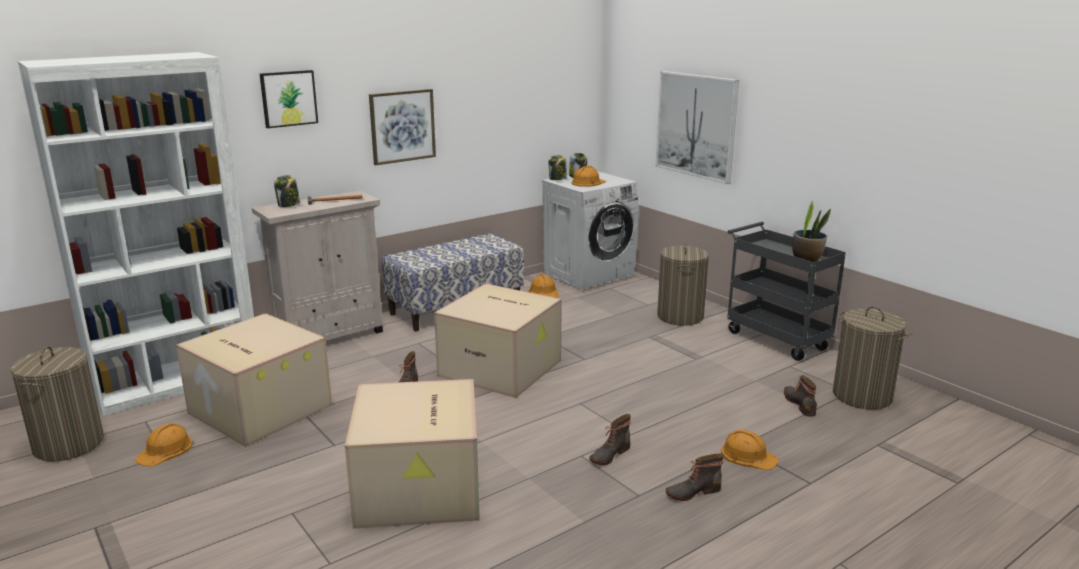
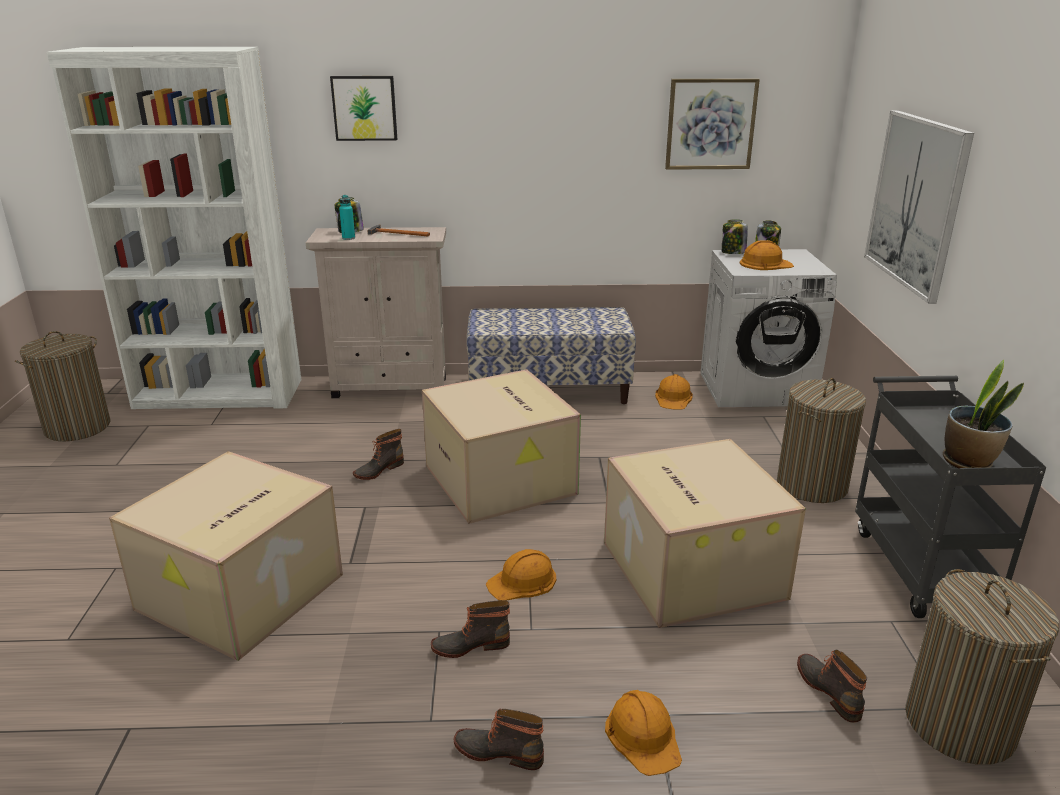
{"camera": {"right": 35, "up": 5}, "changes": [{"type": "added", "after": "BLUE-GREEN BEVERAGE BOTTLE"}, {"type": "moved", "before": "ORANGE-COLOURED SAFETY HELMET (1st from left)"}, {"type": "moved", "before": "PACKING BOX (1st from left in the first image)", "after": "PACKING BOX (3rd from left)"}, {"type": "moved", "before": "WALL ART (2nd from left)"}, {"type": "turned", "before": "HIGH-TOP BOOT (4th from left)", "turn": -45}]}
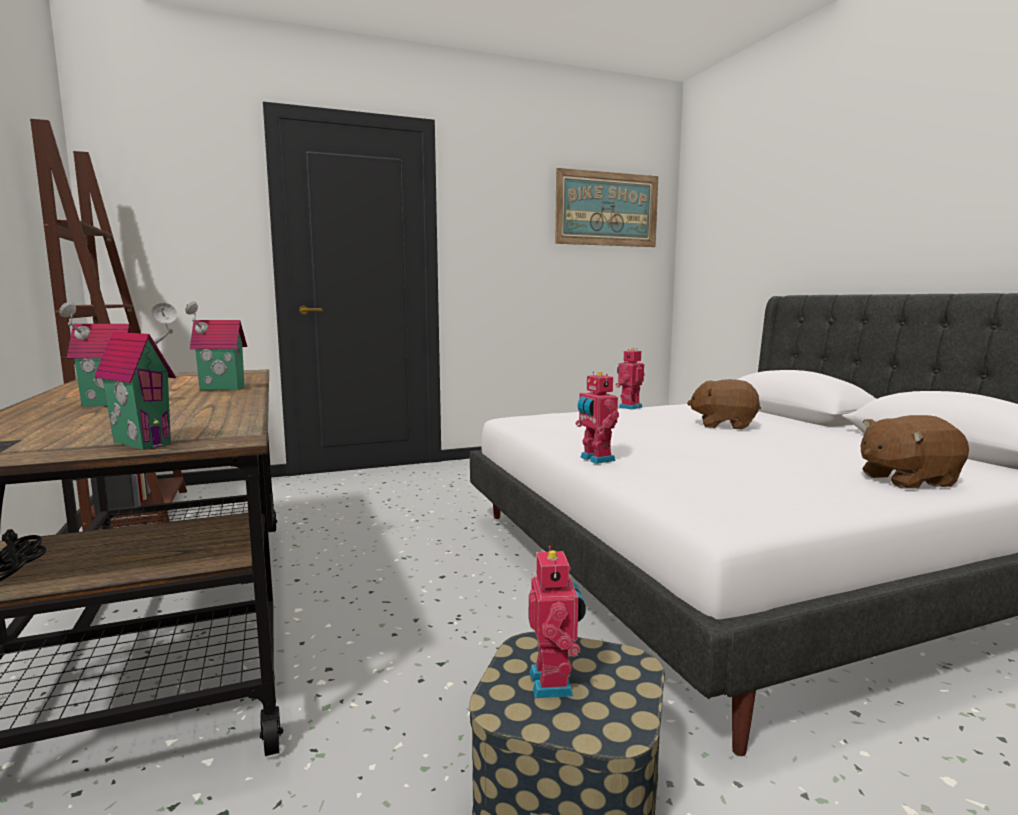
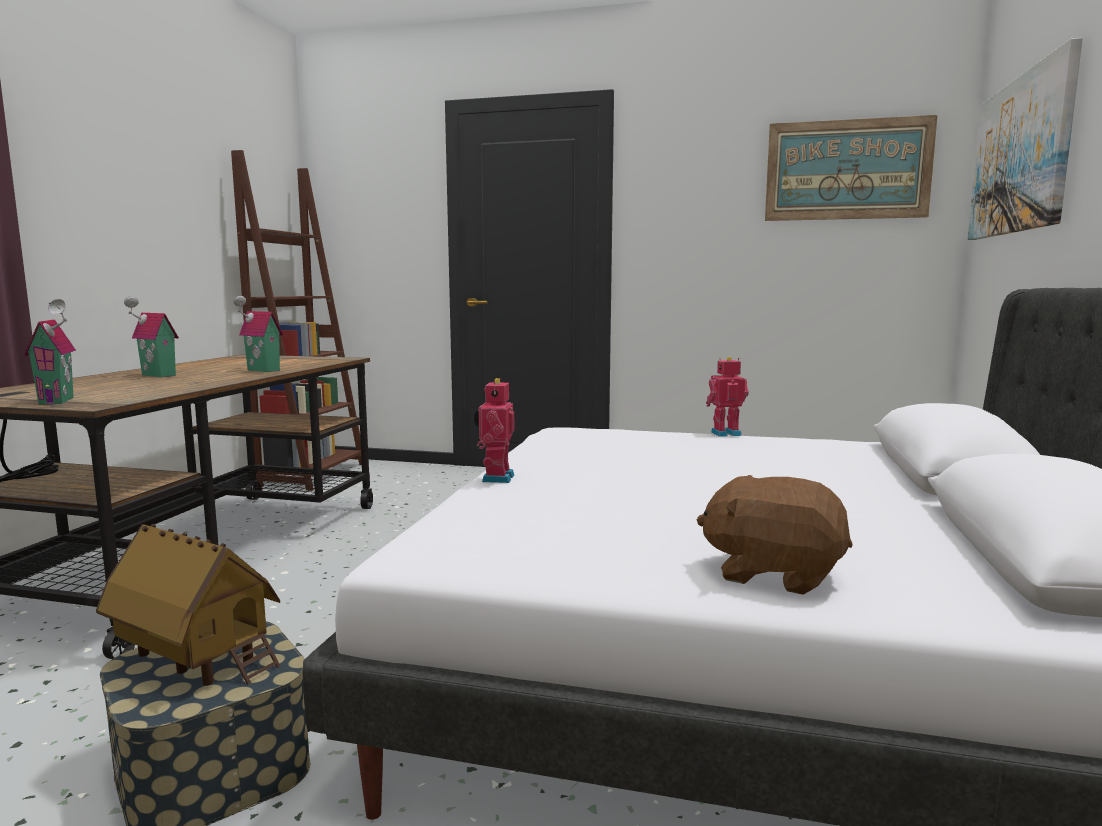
{"camera": {"right": 35, "up": 0}, "changes": [{"type": "replaced", "before": "ROBOT FIGURE (1st from left)", "after": "TOY HOUSE (3rd from left)"}, {"type": "added", "after": "WALL ART (2nd from left)"}, {"type": "removed", "before": "BROWN PLUSH TOY (1st from left)"}]}
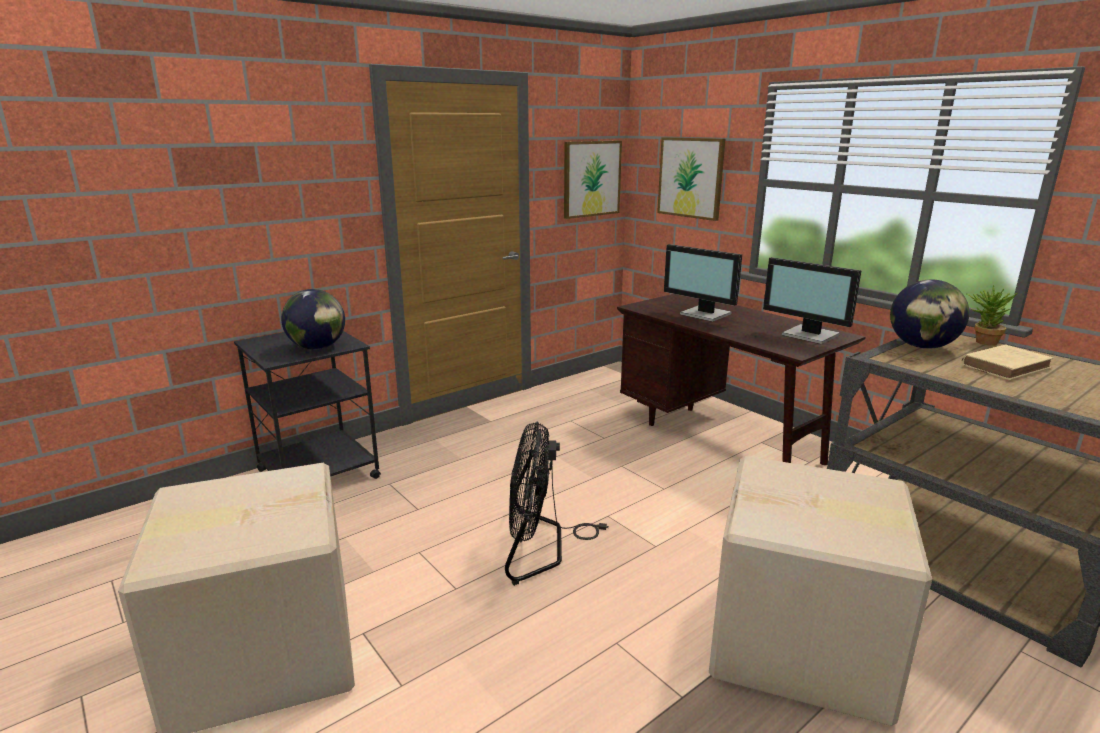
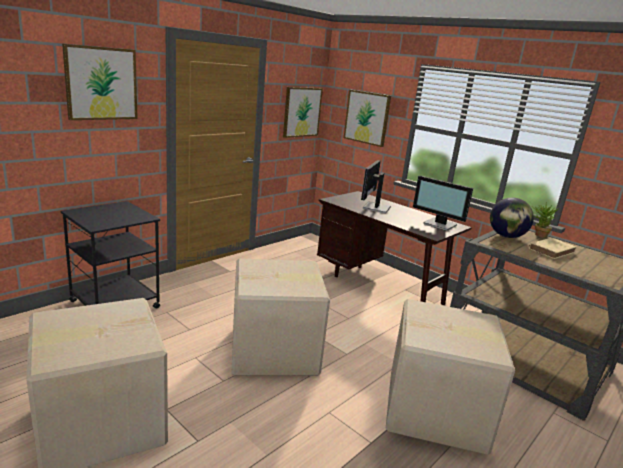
{"camera": {"right": -10, "up": 0}, "changes": [{"type": "added", "after": "WALL ART (1st from left)"}, {"type": "replaced", "before": "BLACK COOLING FAN", "after": "PACKING BOX (2nd from left)"}, {"type": "turned", "before": "MONITOR (1st from left)", "turn": 75}, {"type": "removed", "before": "GLOBE (1st from left)"}]}
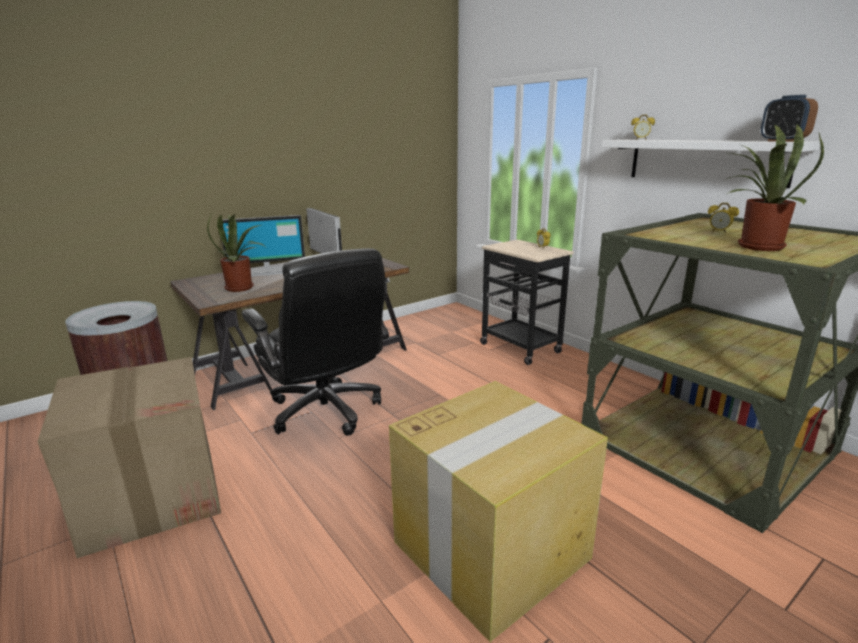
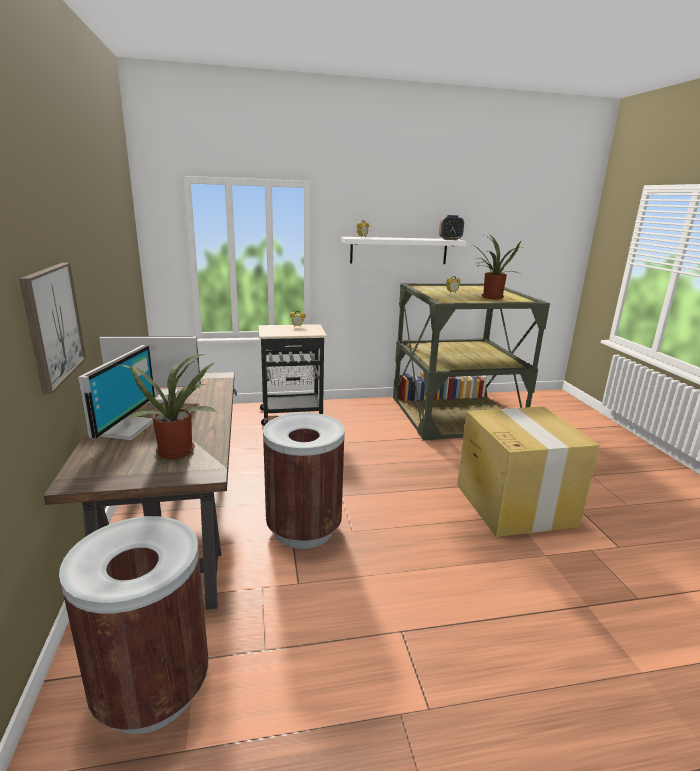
{"camera": {"right": -65, "up": 0}, "changes": [{"type": "added", "after": "WALL ART"}, {"type": "replaced", "before": "BLACK OFFICE CHAIR", "after": "BROWN RUBBISH BIN (2nd from left)"}, {"type": "removed", "before": "PACKING BOX (1st from left)"}]}
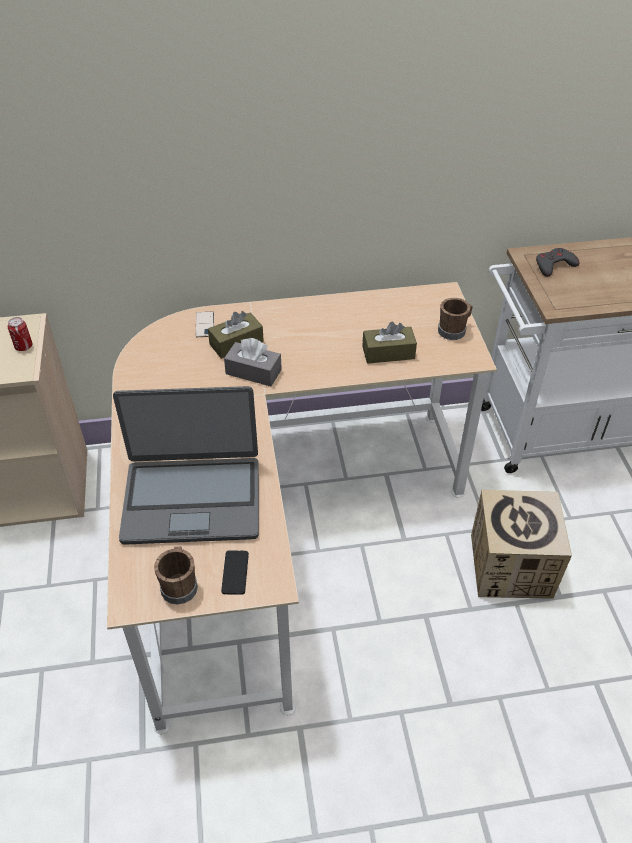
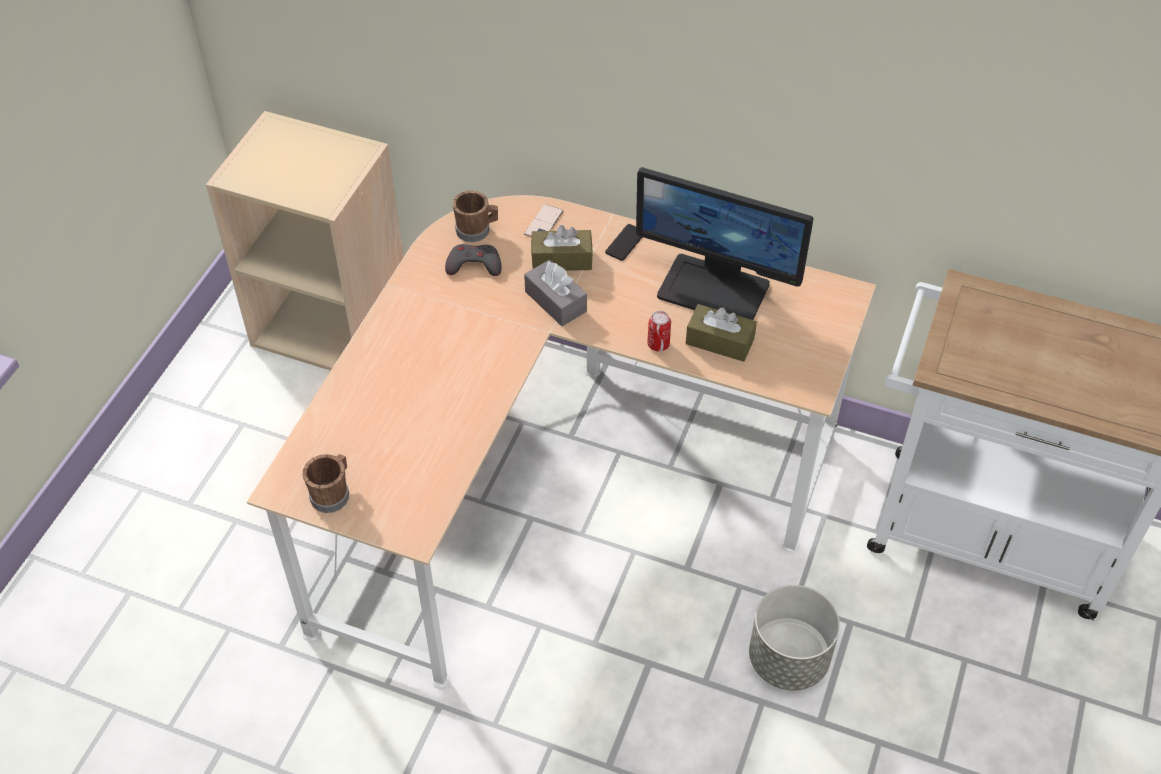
{"camera": {"right": 30, "up": 5}, "changes": [{"type": "moved", "before": "GRAY JOYPAD"}, {"type": "moved", "before": "BROWN COFFEE MUG (2nd from left)"}, {"type": "moved", "before": "HANDSET (2nd from left)"}, {"type": "added", "after": "MONITOR"}, {"type": "moved", "before": "METAL CAN"}, {"type": "replaced", "before": "PACKING BOX", "after": "GRAY PLANT POT"}, {"type": "removed", "before": "PORTABLE COMPUTER"}]}
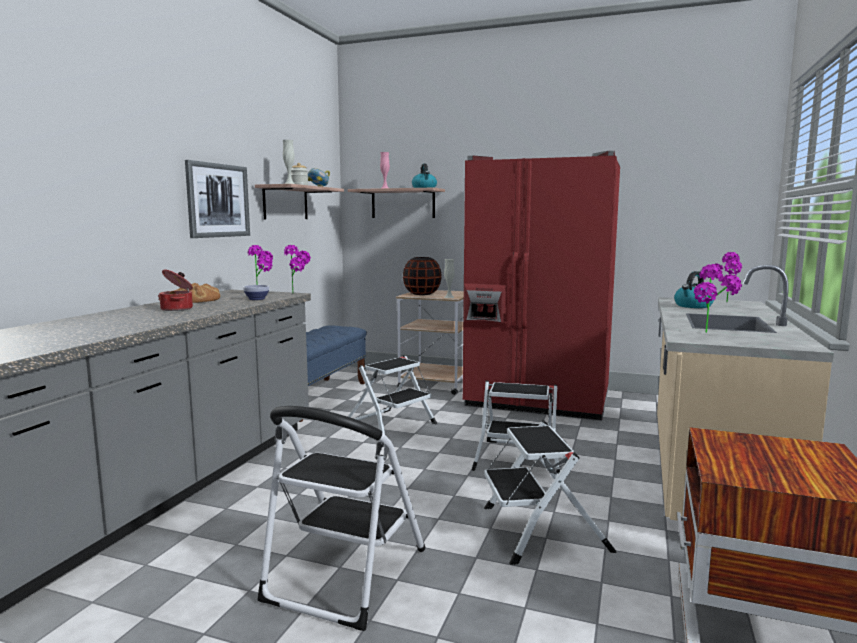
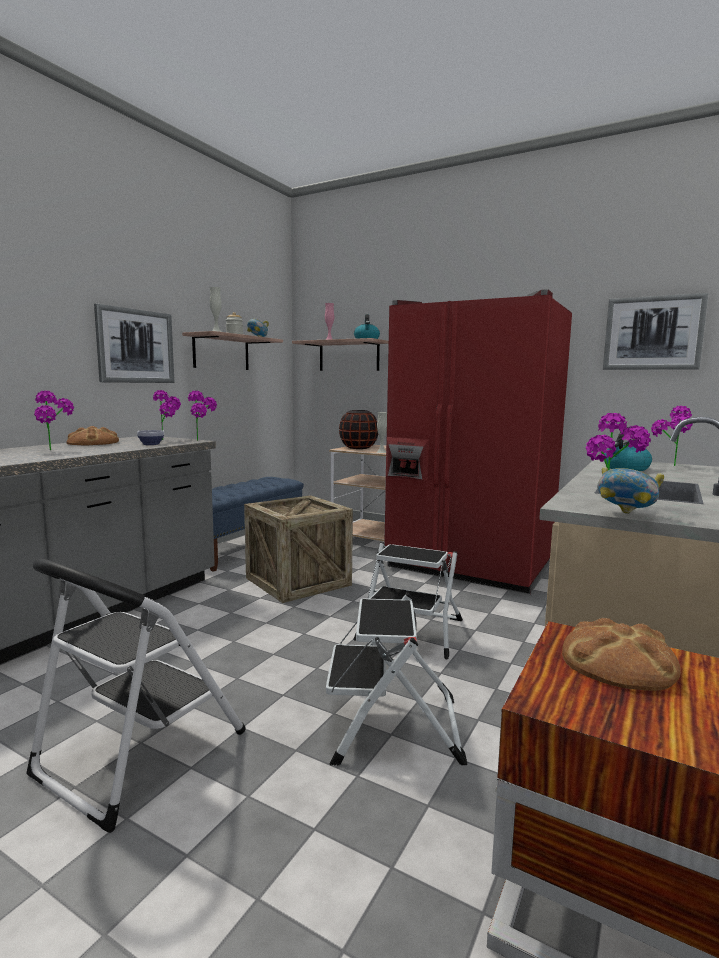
{"camera": {"right": 10, "up": 0}, "changes": [{"type": "replaced", "before": "STOCKPOT", "after": "PLANT IN A POT (1st from left)"}, {"type": "replaced", "before": "STEP STOOL (2nd from left)", "after": "PACKING CRATE"}, {"type": "added", "after": "BAKERY BREAD (2nd from left)"}, {"type": "added", "after": "SERVING BOWL (3rd from left)"}, {"type": "added", "after": "WALL ART (2nd from left)"}]}
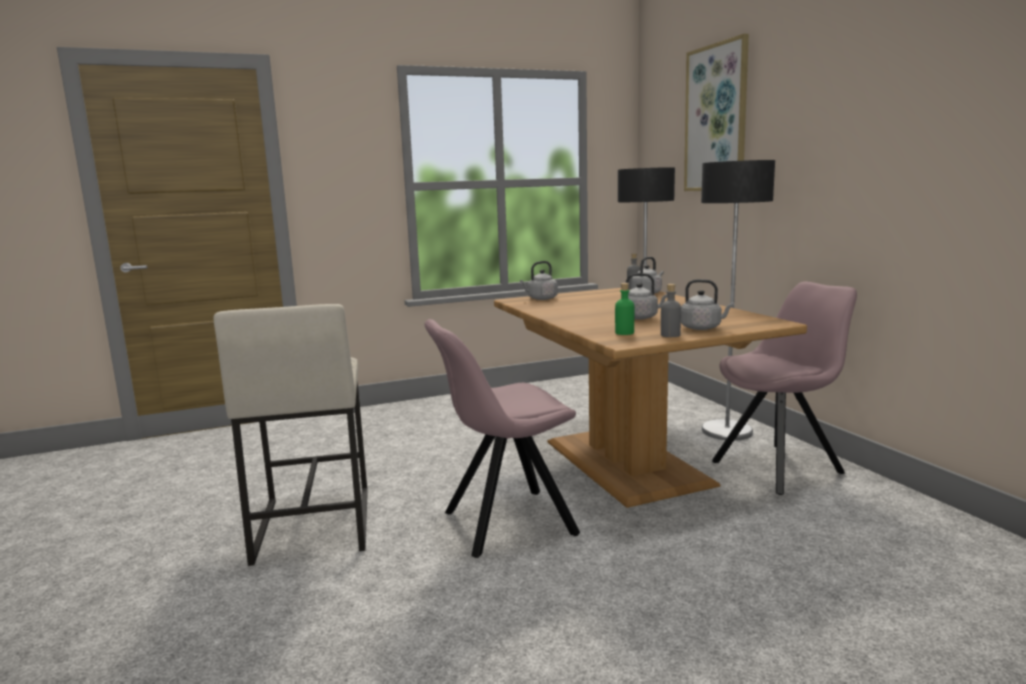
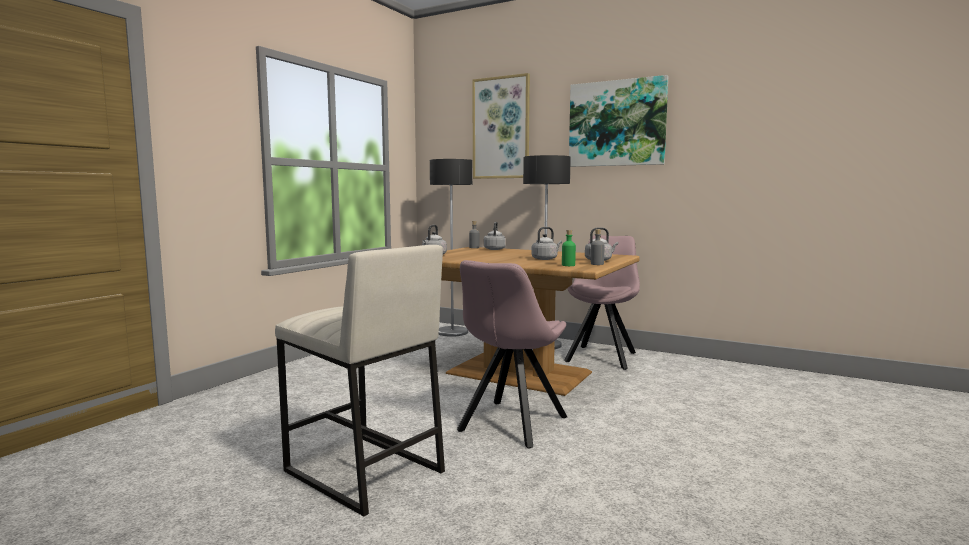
{"camera": {"right": -40, "up": -5}, "changes": [{"type": "added", "after": "WALL ART (2nd from left)"}]}
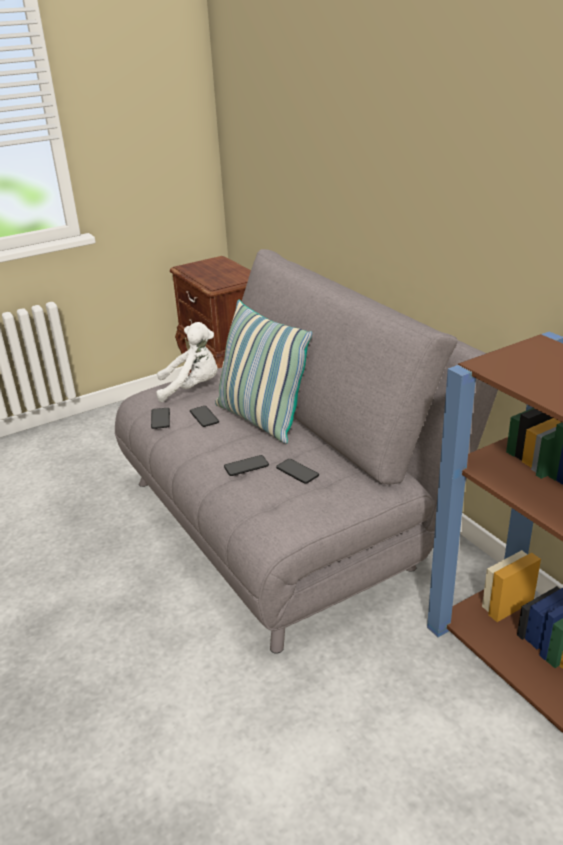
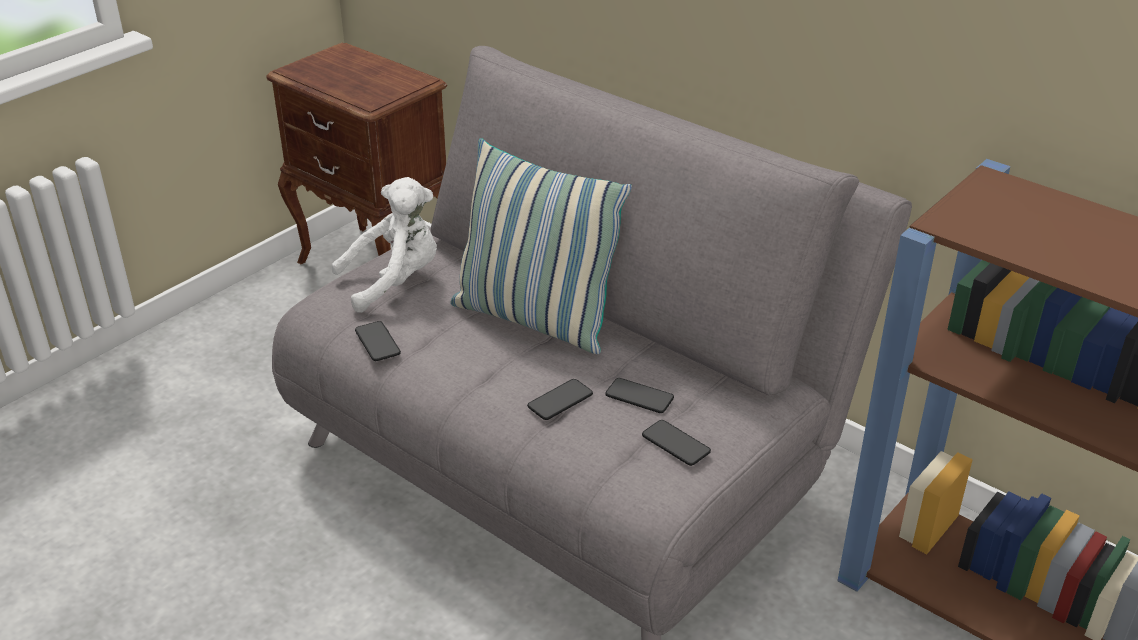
{"camera": {"right": -20, "up": 5}, "changes": [{"type": "moved", "before": "HANDSET (2nd from left in the first image)", "after": "HANDSET (4th from left)"}]}
